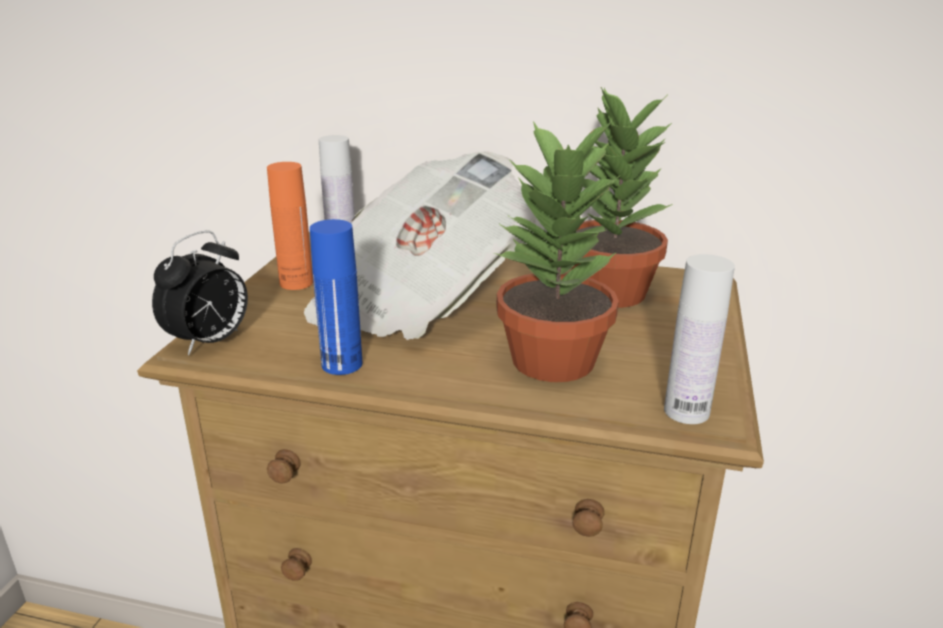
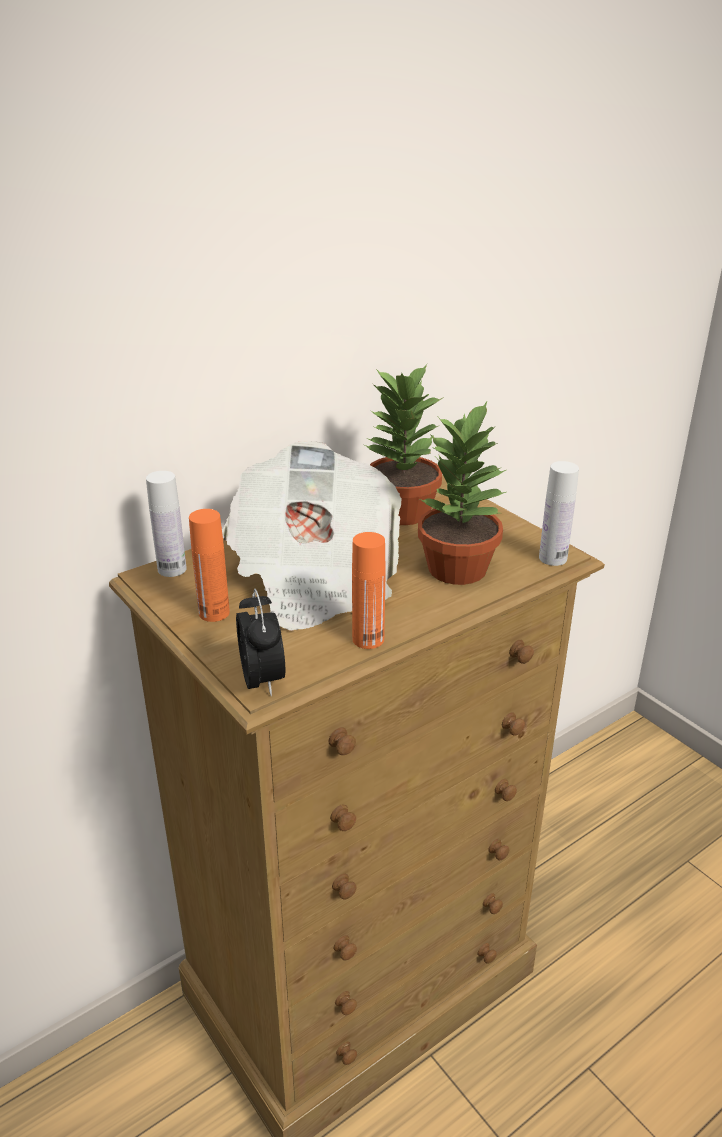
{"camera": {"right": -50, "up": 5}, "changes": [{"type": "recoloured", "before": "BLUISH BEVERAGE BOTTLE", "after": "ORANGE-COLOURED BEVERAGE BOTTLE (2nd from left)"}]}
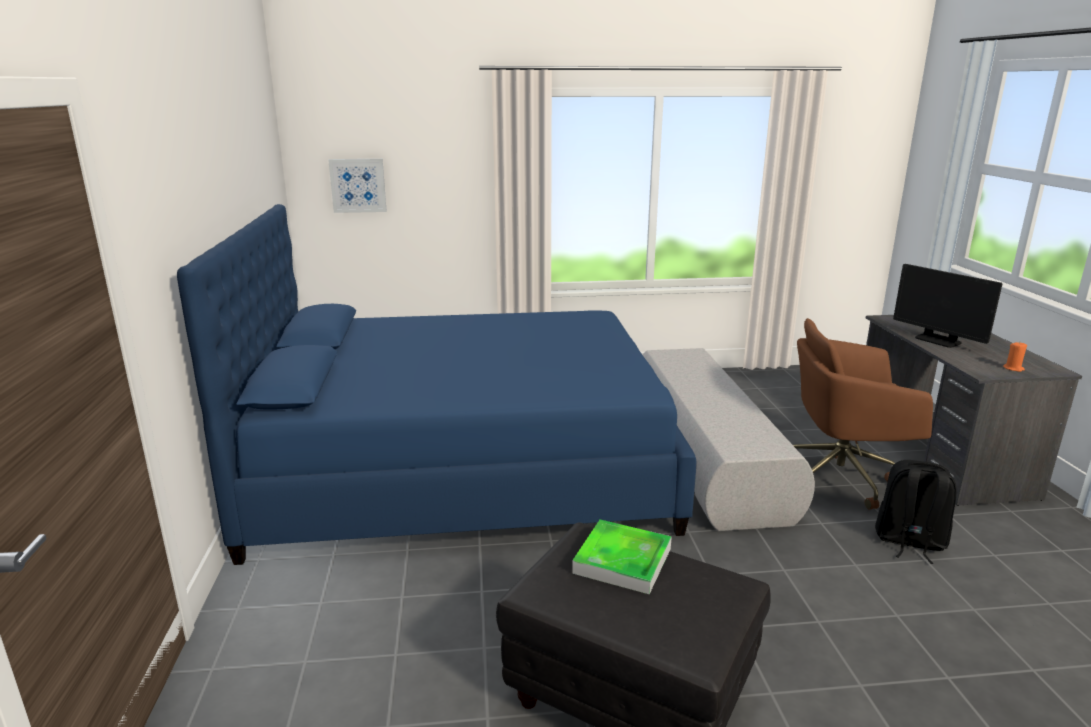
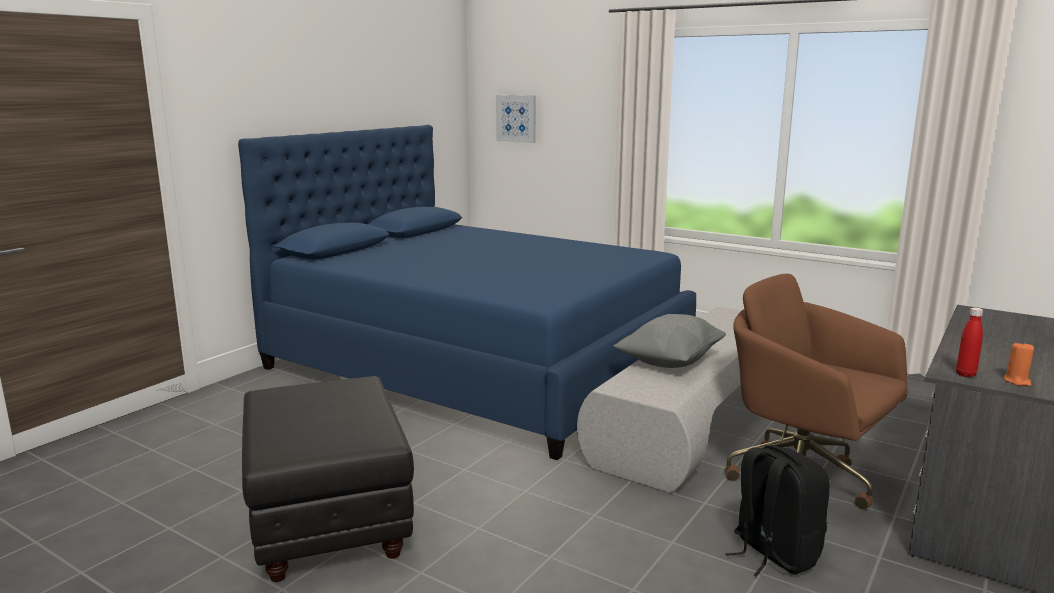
{"camera": {"right": 40, "up": -5}, "changes": [{"type": "added", "after": "GRAY PILLOW"}, {"type": "added", "after": "RED BEVERAGE BOTTLE"}, {"type": "removed", "before": "TRAY"}, {"type": "removed", "before": "MONITOR"}]}
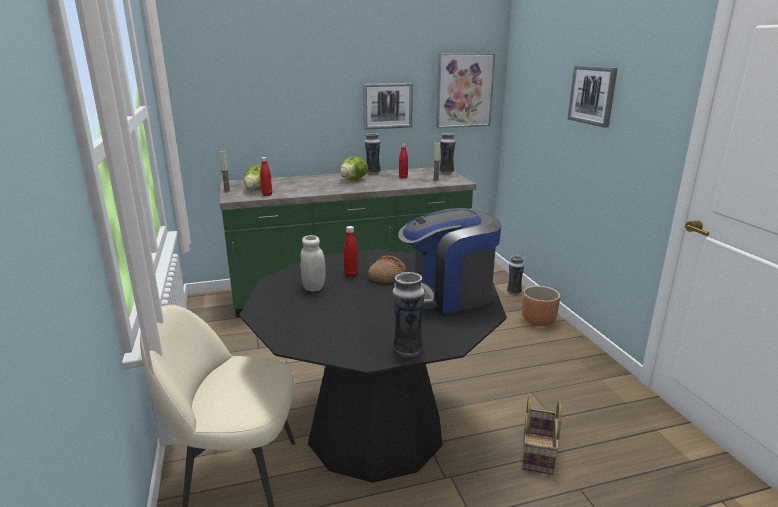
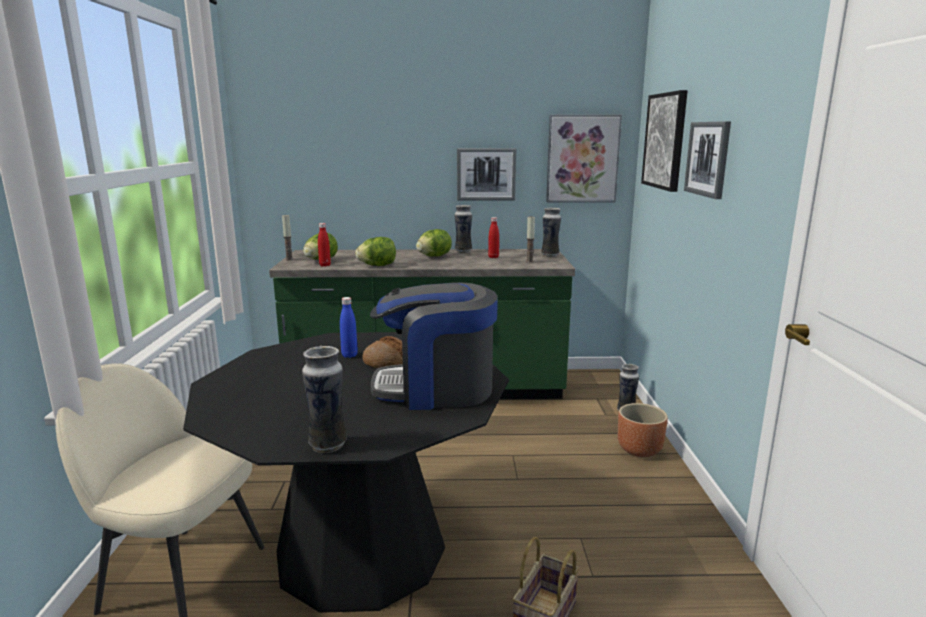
{"camera": {"right": 15, "up": -5}, "changes": [{"type": "recoloured", "before": "RED BEVERAGE BOTTLE (2nd from left)", "after": "BLUISH BEVERAGE BOTTLE"}, {"type": "added", "after": "HEAD OF LETTUCE (2nd from left)"}, {"type": "added", "after": "WALL ART (3rd from left)"}, {"type": "removed", "before": "WHITE JAR"}]}
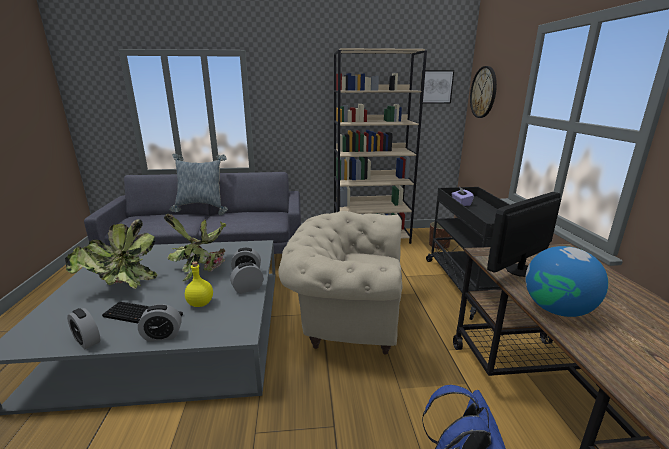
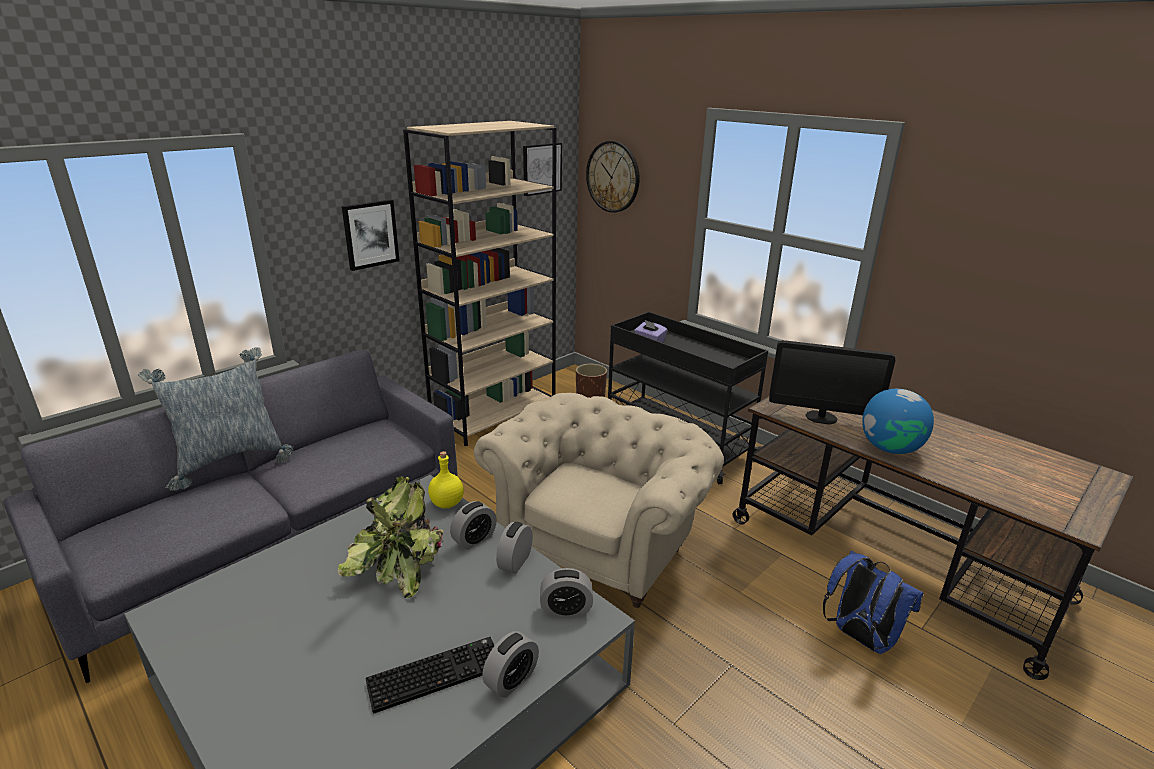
{"camera": {"right": -40, "up": 5}, "changes": [{"type": "added", "after": "WALL ART (1st from left)"}, {"type": "moved", "before": "YELLOW BEVERAGE BOTTLE"}, {"type": "turned", "before": "SAND-COLOURED LOUNGE CHAIR", "turn": 150}, {"type": "moved", "before": "ALARM CLOCK (1st from left in the first image)", "after": "ALARM CLOCK (4th from left)"}, {"type": "turned", "before": "MONITOR", "turn": -90}, {"type": "removed", "before": "PLANT IN A POT (1st from left)"}]}
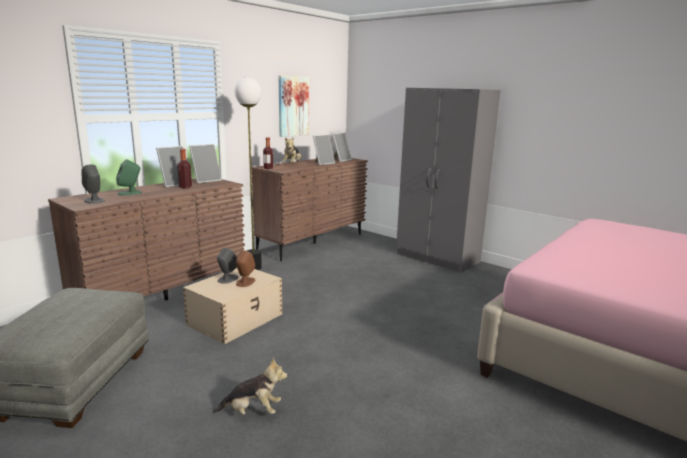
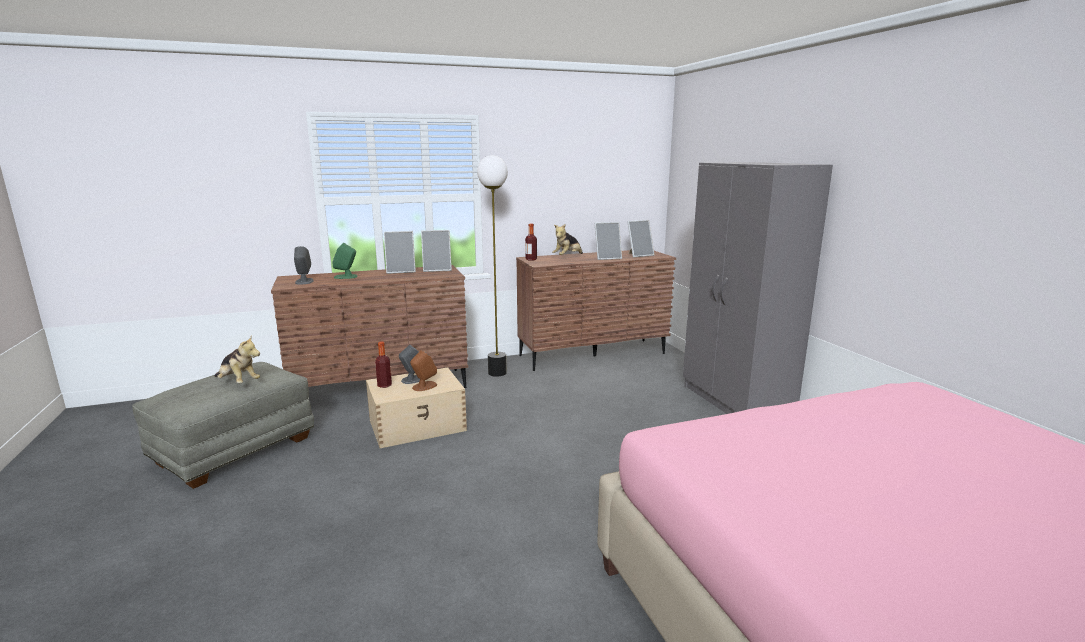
{"camera": {"right": 30, "up": 0}, "changes": [{"type": "moved", "before": "PLUSH TOY (1st from left)"}, {"type": "moved", "before": "BEVERAGE BOTTLE (1st from left)"}, {"type": "removed", "before": "WALL ART"}]}
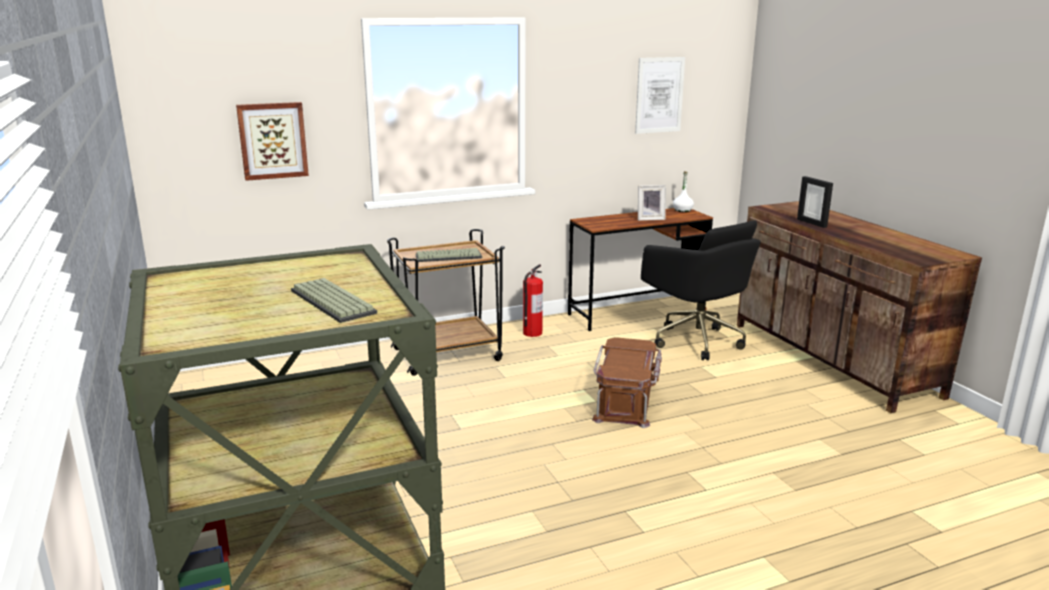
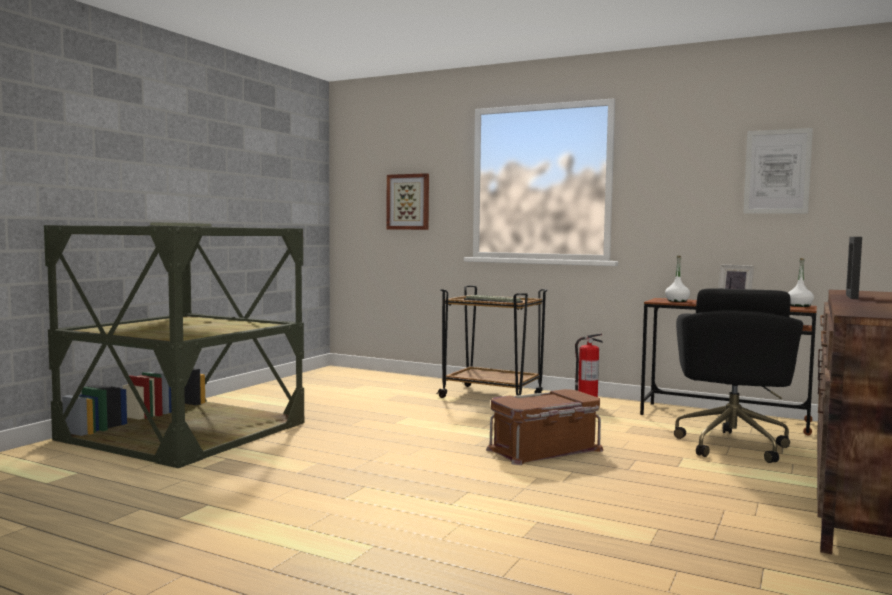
{"camera": {"right": 50, "up": -15}, "changes": [{"type": "added", "after": "WHITE BEVERAGE BOTTLE (1st from left)"}]}
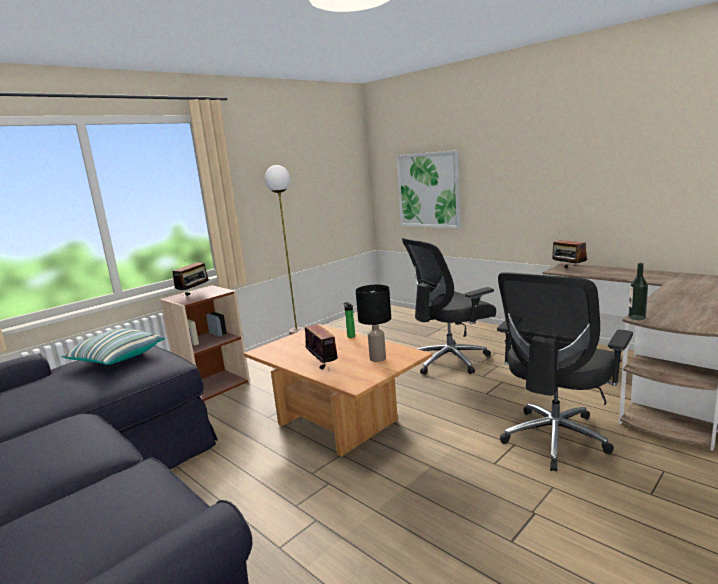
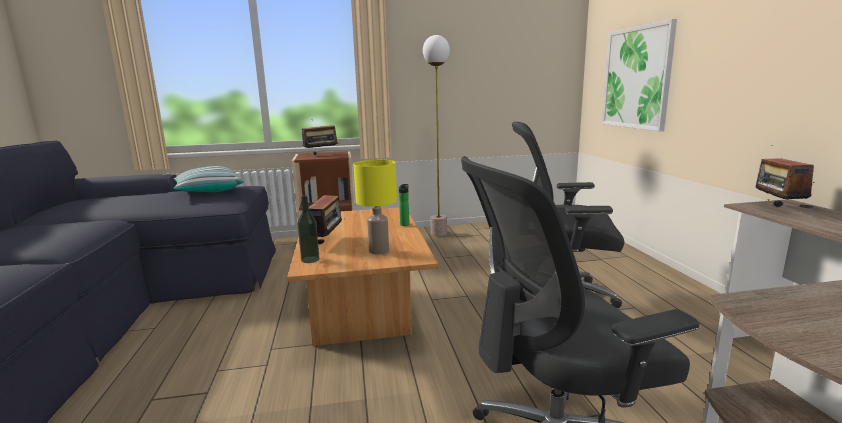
{"camera": {"right": 35, "up": 0}, "changes": [{"type": "moved", "before": "BEVERAGE BOTTLE (2nd from left in the first image)", "after": "BEVERAGE BOTTLE (1st from left)"}, {"type": "recoloured", "before": "BLACK TABLETOP LAMP", "after": "YELLOW TABLETOP LAMP"}]}
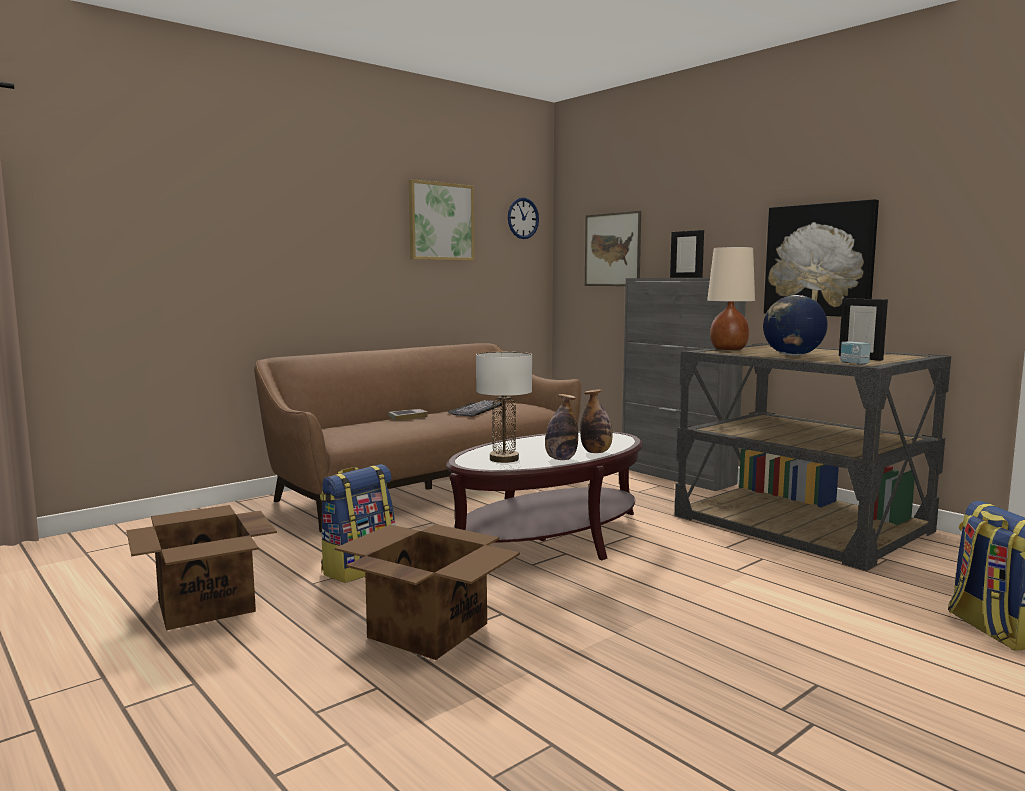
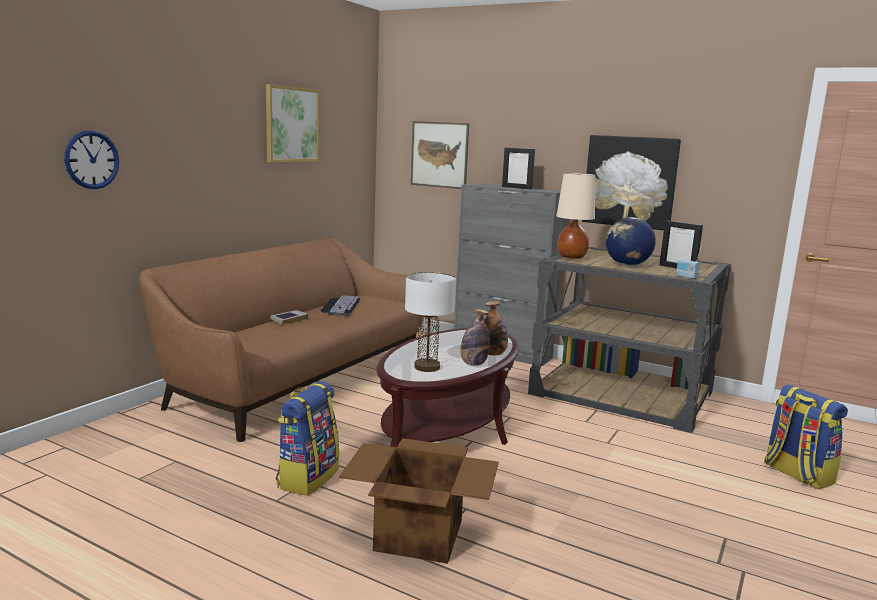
{"camera": {"right": -20, "up": 5}, "changes": [{"type": "moved", "before": "WALL CLOCK"}, {"type": "removed", "before": "PACKING BOX (1st from left)"}]}
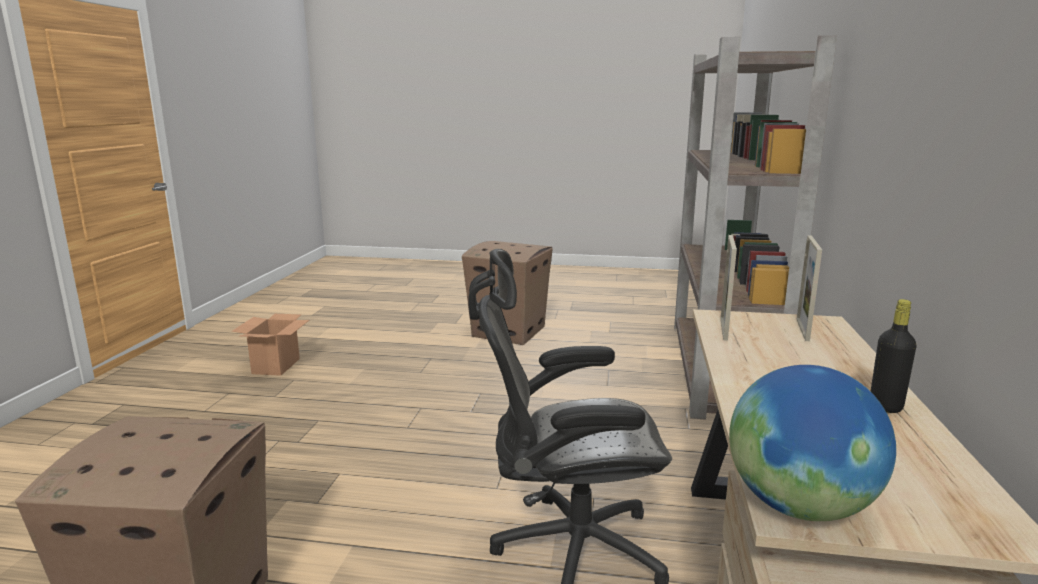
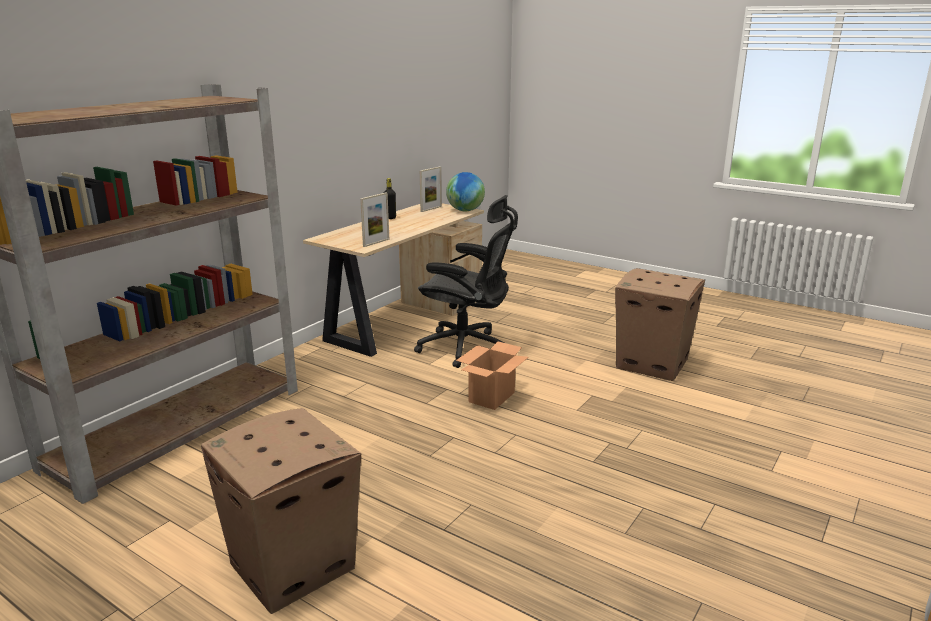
{"camera": {"right": -155, "up": 5}, "changes": [{"type": "moved", "before": "PHOTO FRAME (2nd from left)"}, {"type": "moved", "before": "PACKING BOX (2nd from left)"}]}
